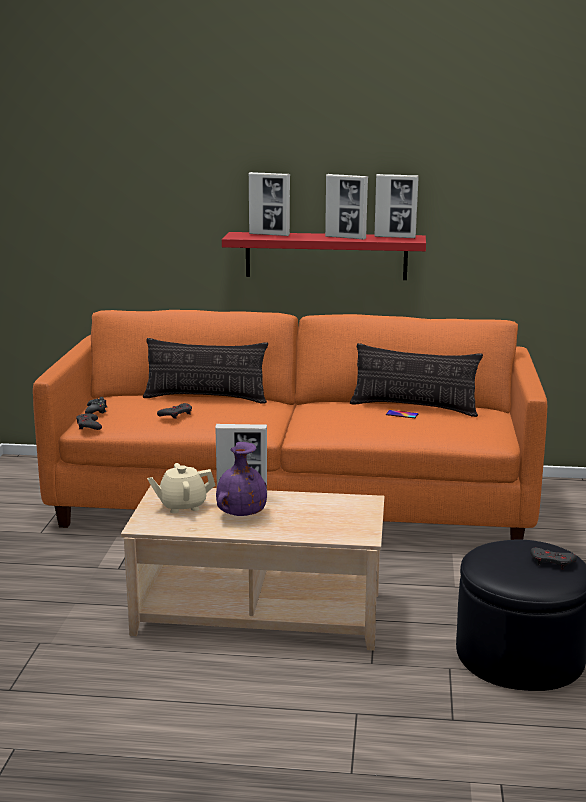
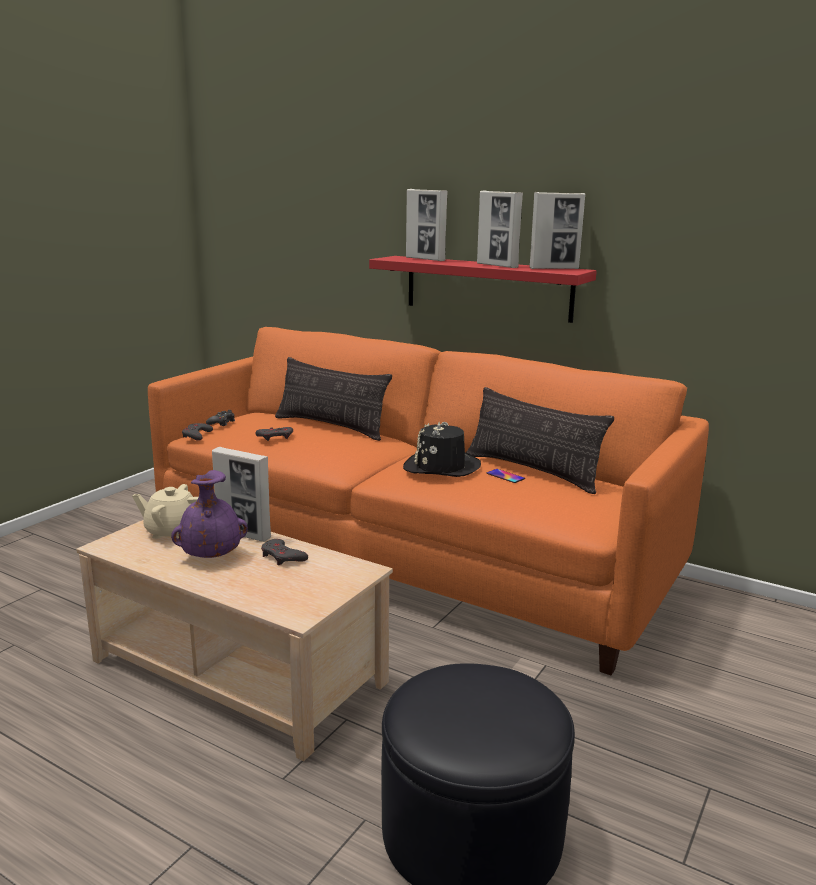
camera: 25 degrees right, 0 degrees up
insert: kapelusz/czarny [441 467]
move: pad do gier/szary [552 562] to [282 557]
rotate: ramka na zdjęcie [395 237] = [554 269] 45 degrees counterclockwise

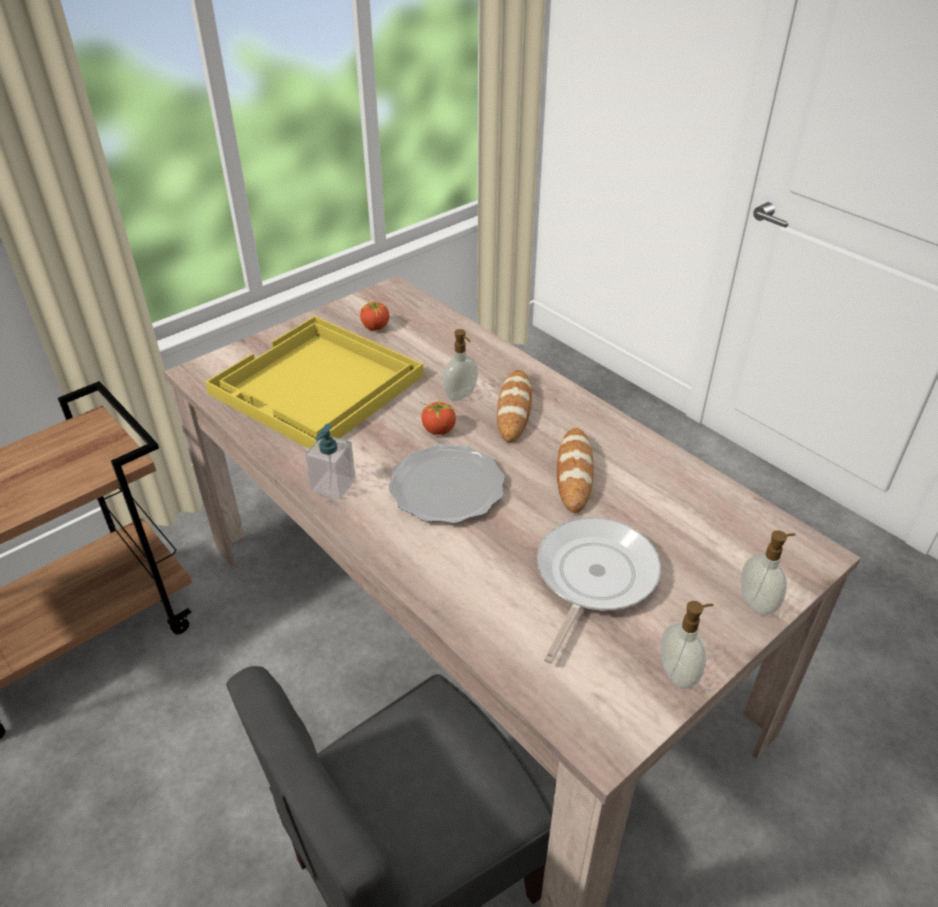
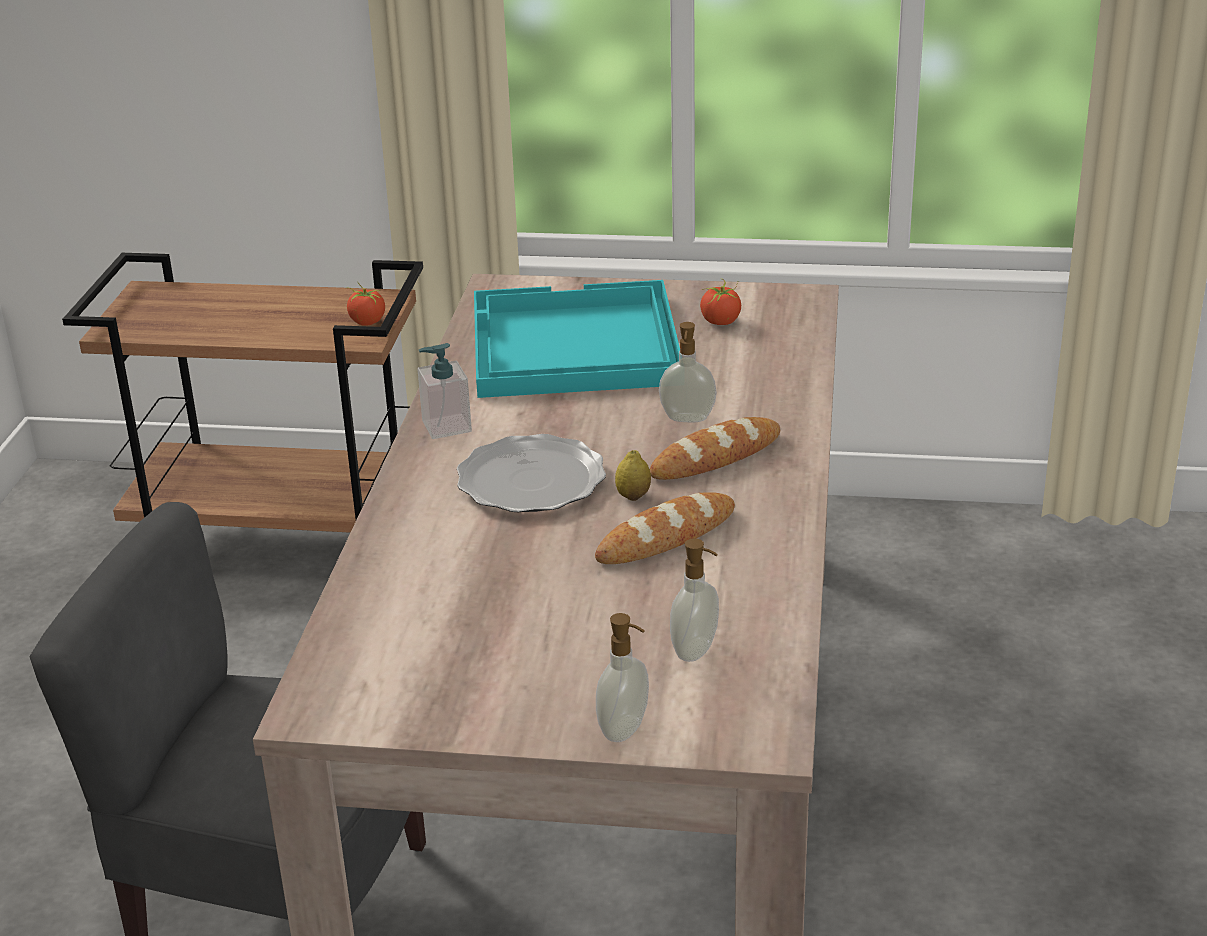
camera: 50 degrees right, 10 degrees down
delete: patelnia [592 578]
insert: cytryna [633 496]
move: pomidor [438 430] to [367 322]; dozownik mydła [678 673] to [696 651]
recolor: taca/żółty [317 386] to taca/turkusowy [573 346]

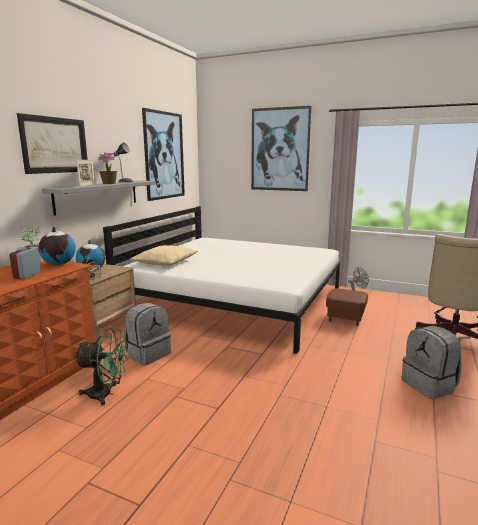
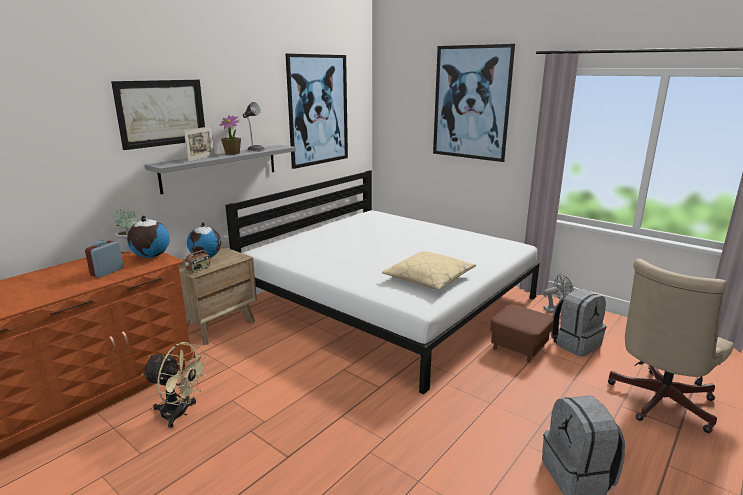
camera: 15 degrees right, 5 degrees up
move: poduszka/beżowy [165 262] to [429 278]; plecak/szary [148 354] to [575 344]
recolor: wentylator/zielony [106 394] to wentylator/beżowy [180 414]

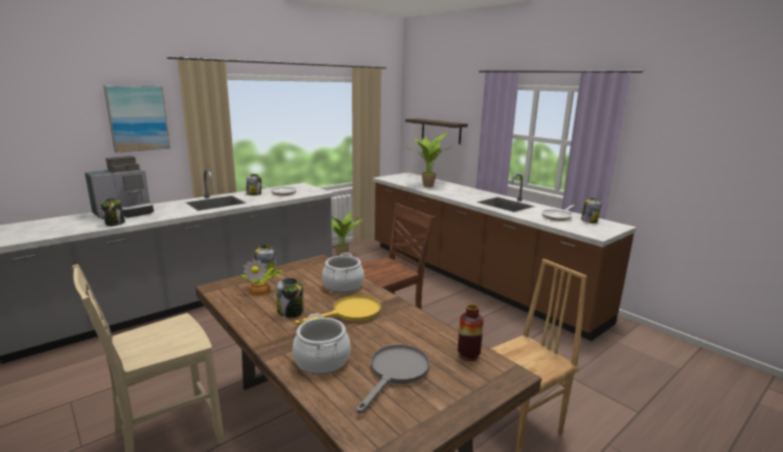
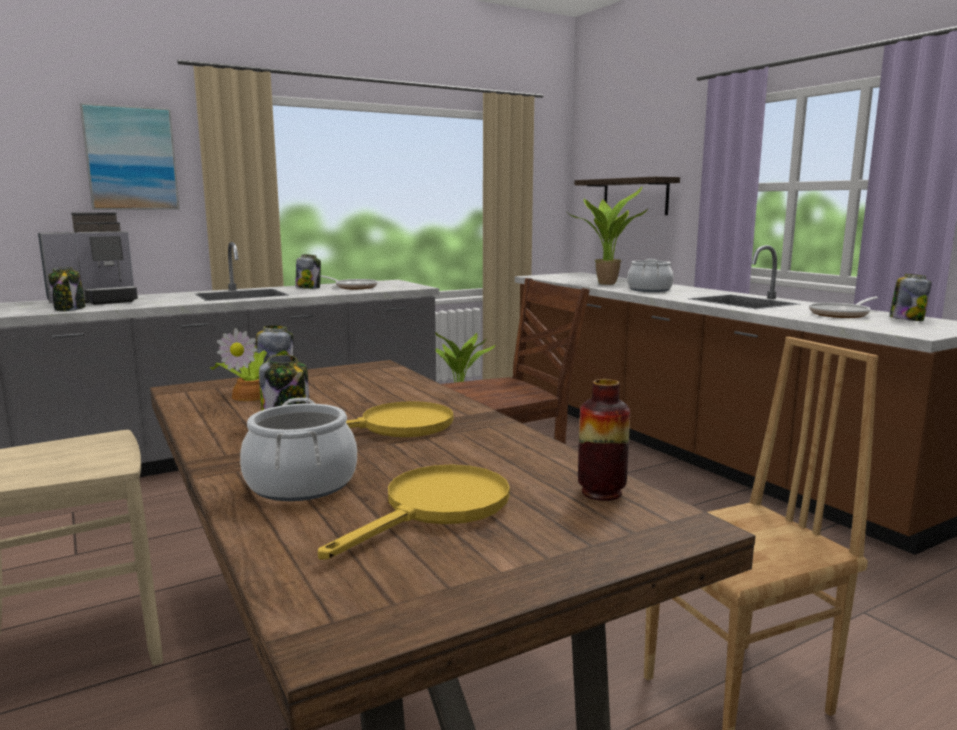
camera: 10 degrees right, 5 degrees down
move: garnek [343 285] to [649 290]
recolor: patelnia/szary [396 373] to patelnia/żółty [436 509]

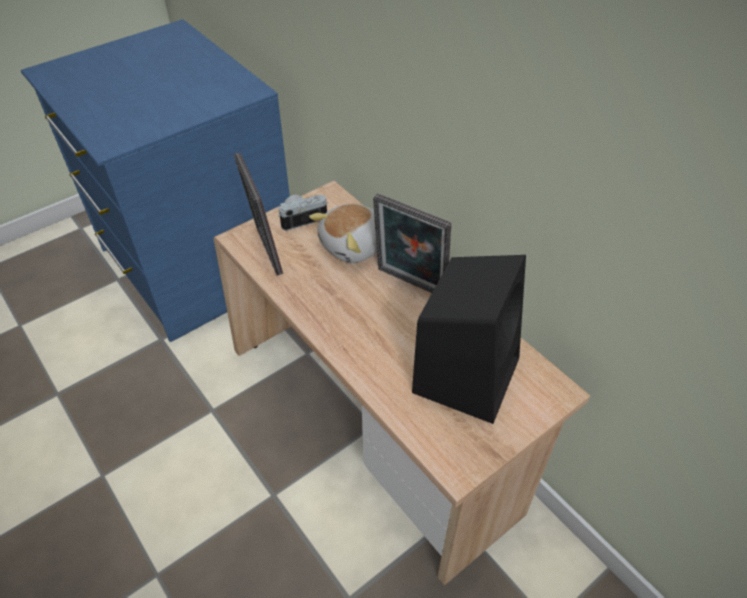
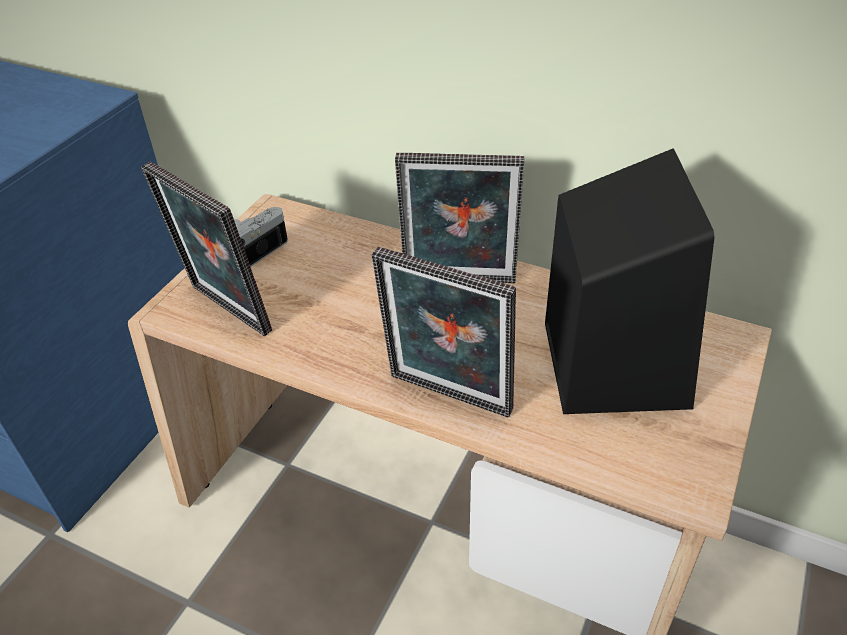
camera: 25 degrees left, 5 degrees down
delete: pluszak [354 246]
insert: ramka na zdjęcie [447 398]

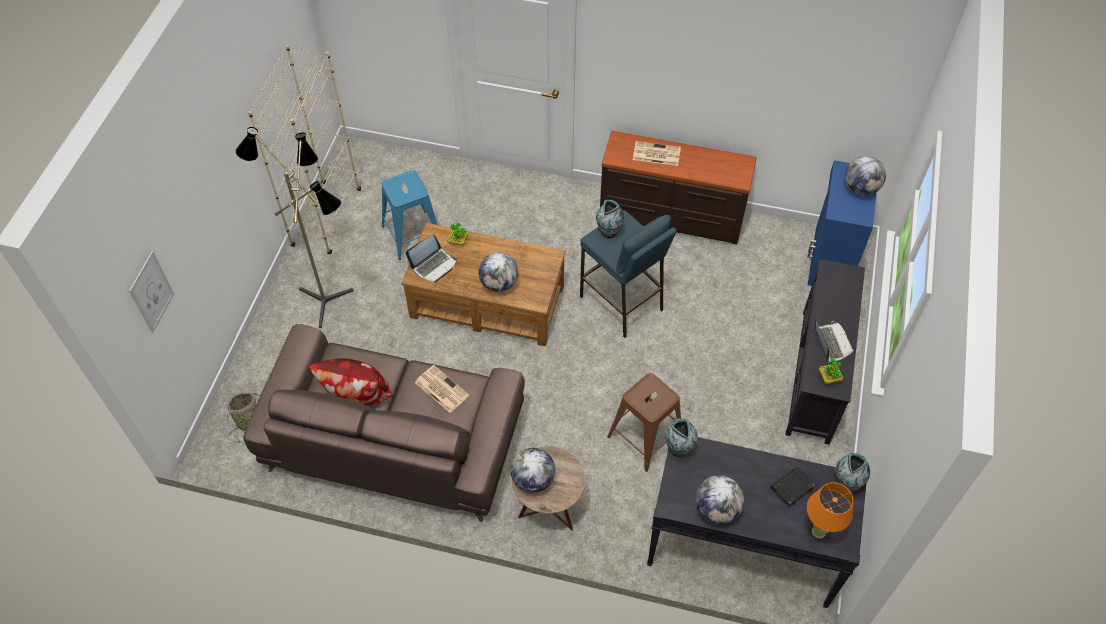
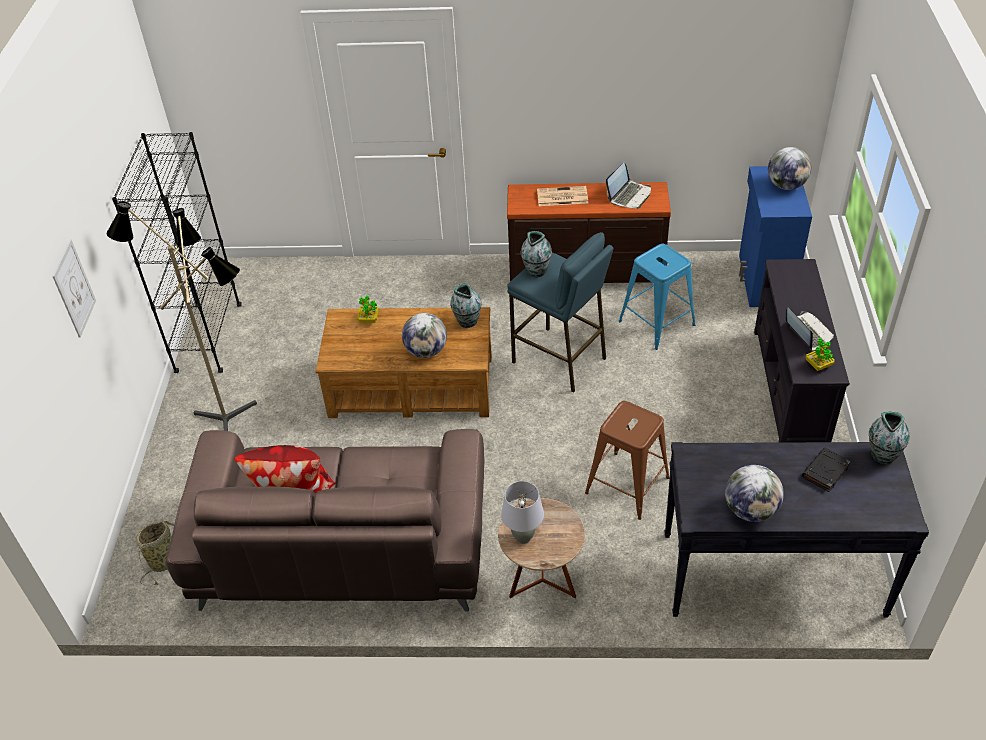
camera: 10 degrees left, 10 degrees down
delete: gazeta [441 389]; lampa stołowa/pomarańczowy [819 532]
move: stołek/niebieski [412 235] to [656 323]; laptop [434 265] to [629 195]; obraz [151 292] to [74 289]; wazon [678 448] to [467 321]
replace: globus [533 480] to lampa stołowa/szary [523 537]
recolor: regał/beżowy [326 218] to regał/czarny [208 339]

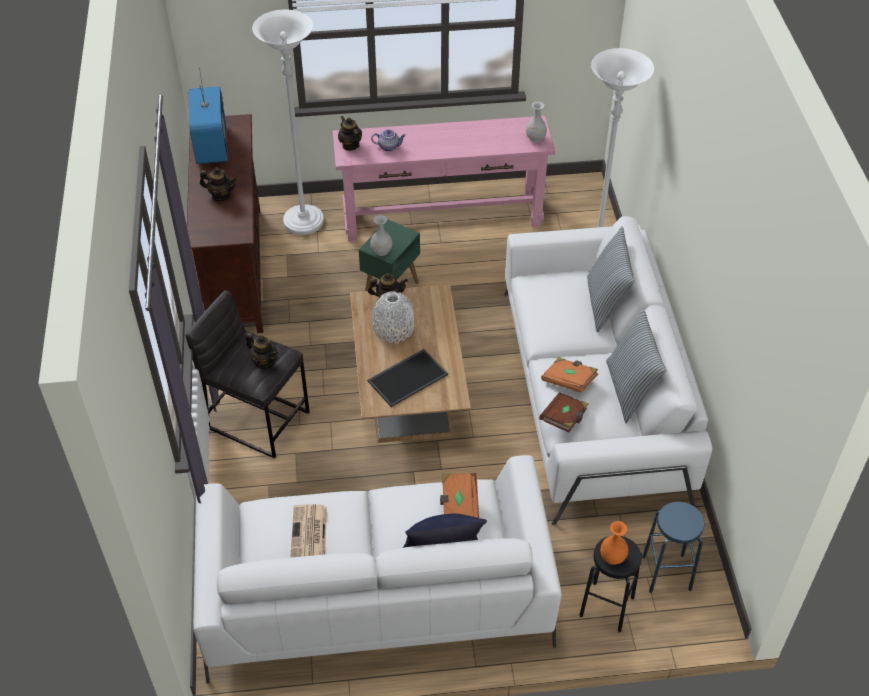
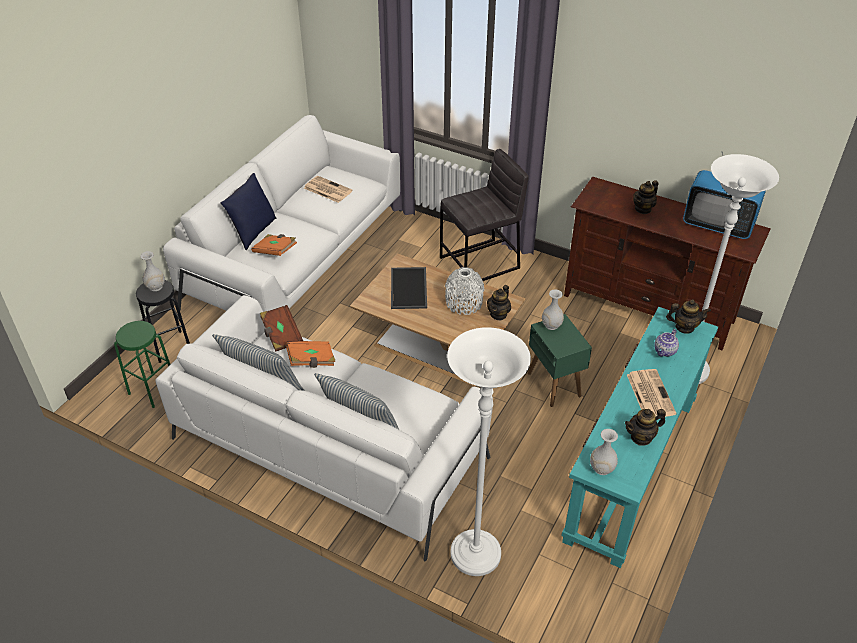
camera: 125 degrees right, 5 degrees down
insert: gazeta [650 393]
move: imbryk [264 362] to [641 437]
recolor: stolik konsolowy/różowy [442 217] to stolik konsolowy/turkusowy [630 469]; stołek/niebieski [666 573] to stołek/zielony [153 390]; wazon/pomarańczowy [612 557] to wazon/biały [156 287]

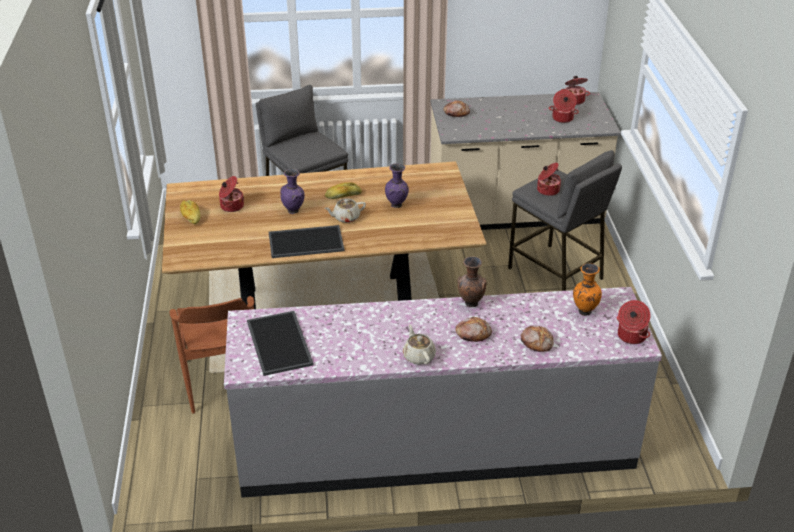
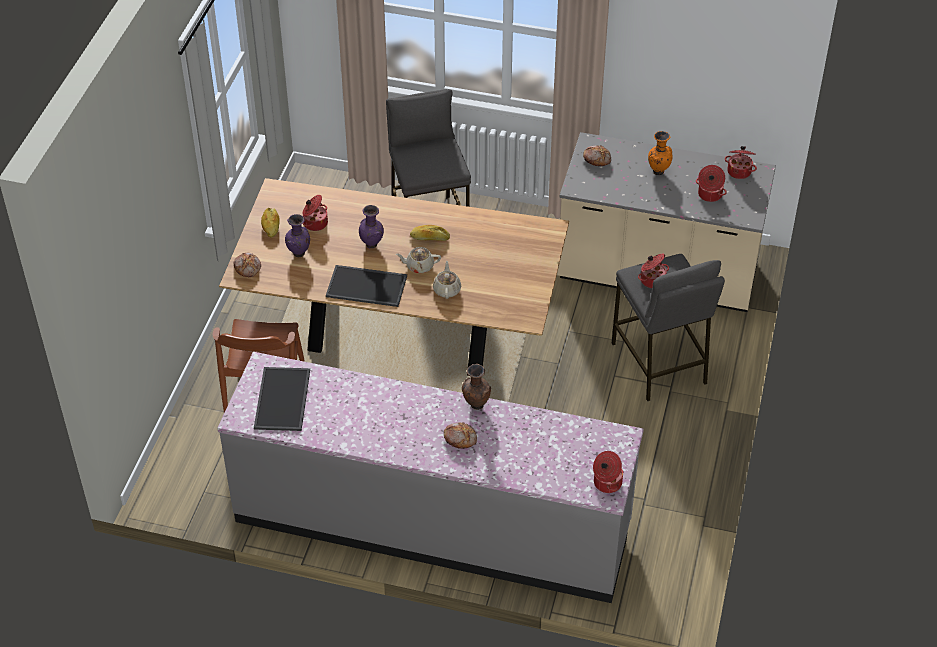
camera: 20 degrees right, 10 degrees up
move: wazon/fioletowy [397 205] to [299 254]; wazon/pomarańczowy [584 311] to [658 171]; imbryk/beżowy [418 356] to [447 289]; chleb [537 342] to [248 267]

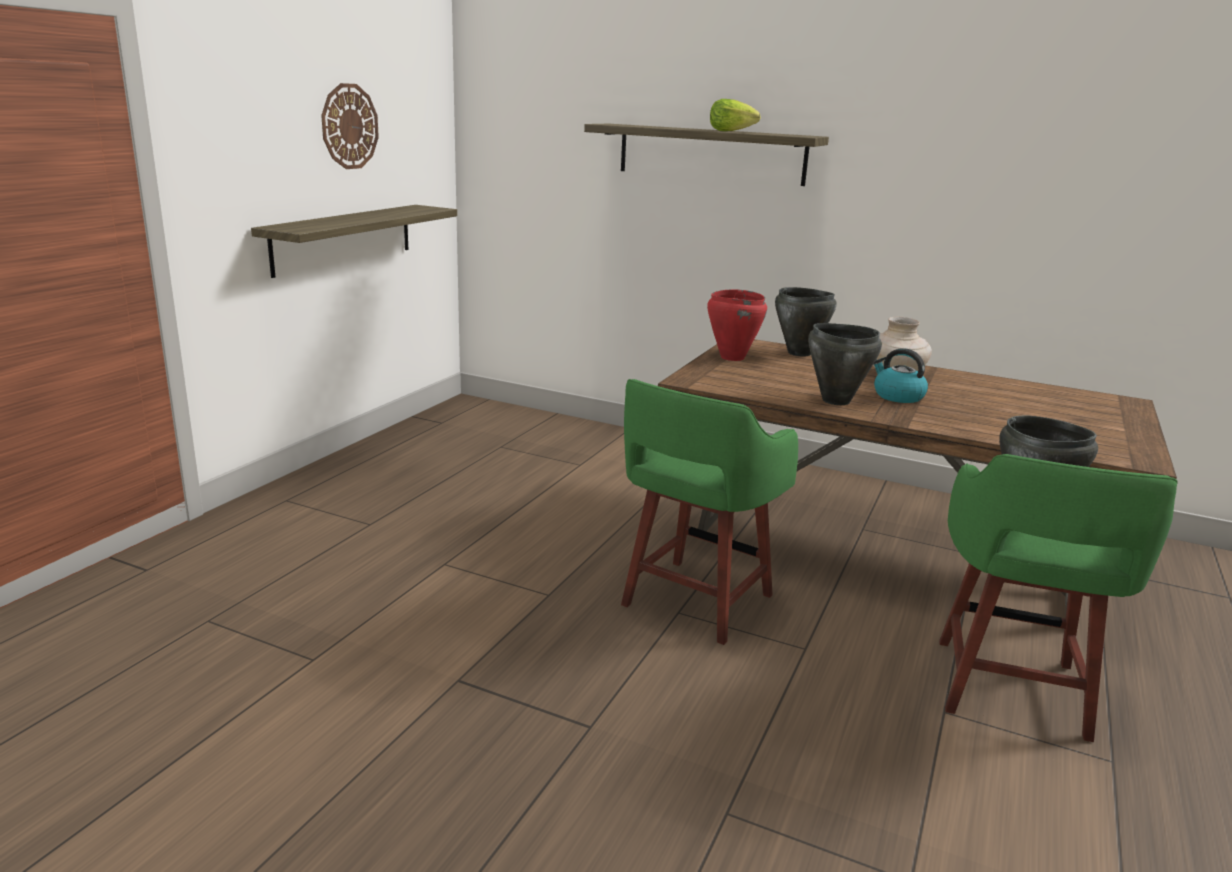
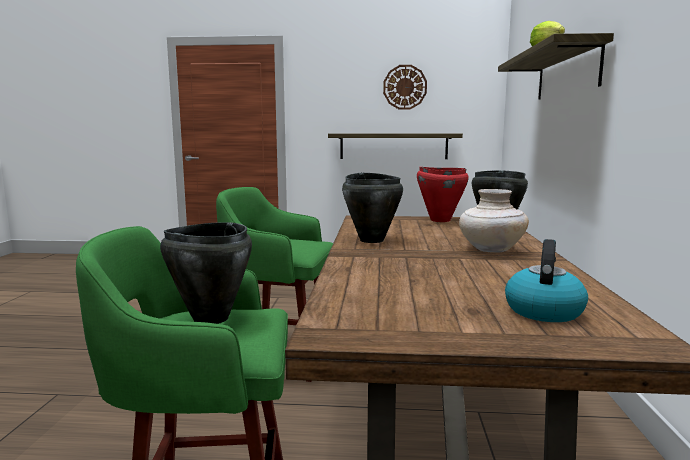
camera: 70 degrees right, 10 degrees down
move: czajnik [897 396] to [543 310]

